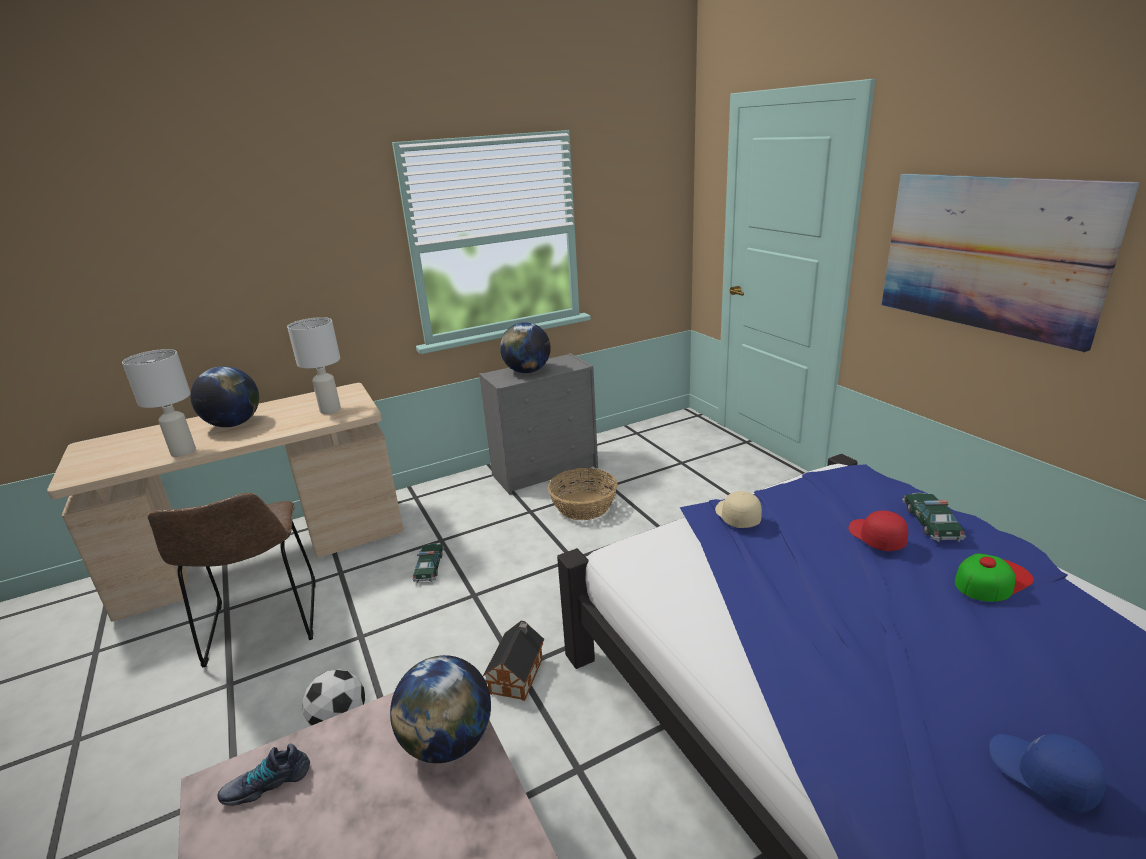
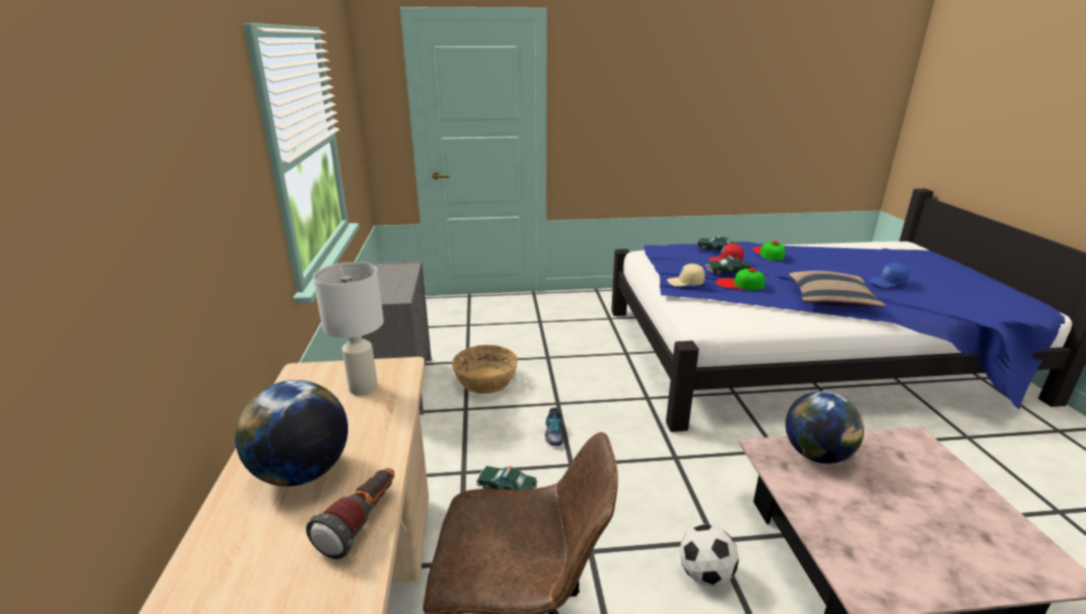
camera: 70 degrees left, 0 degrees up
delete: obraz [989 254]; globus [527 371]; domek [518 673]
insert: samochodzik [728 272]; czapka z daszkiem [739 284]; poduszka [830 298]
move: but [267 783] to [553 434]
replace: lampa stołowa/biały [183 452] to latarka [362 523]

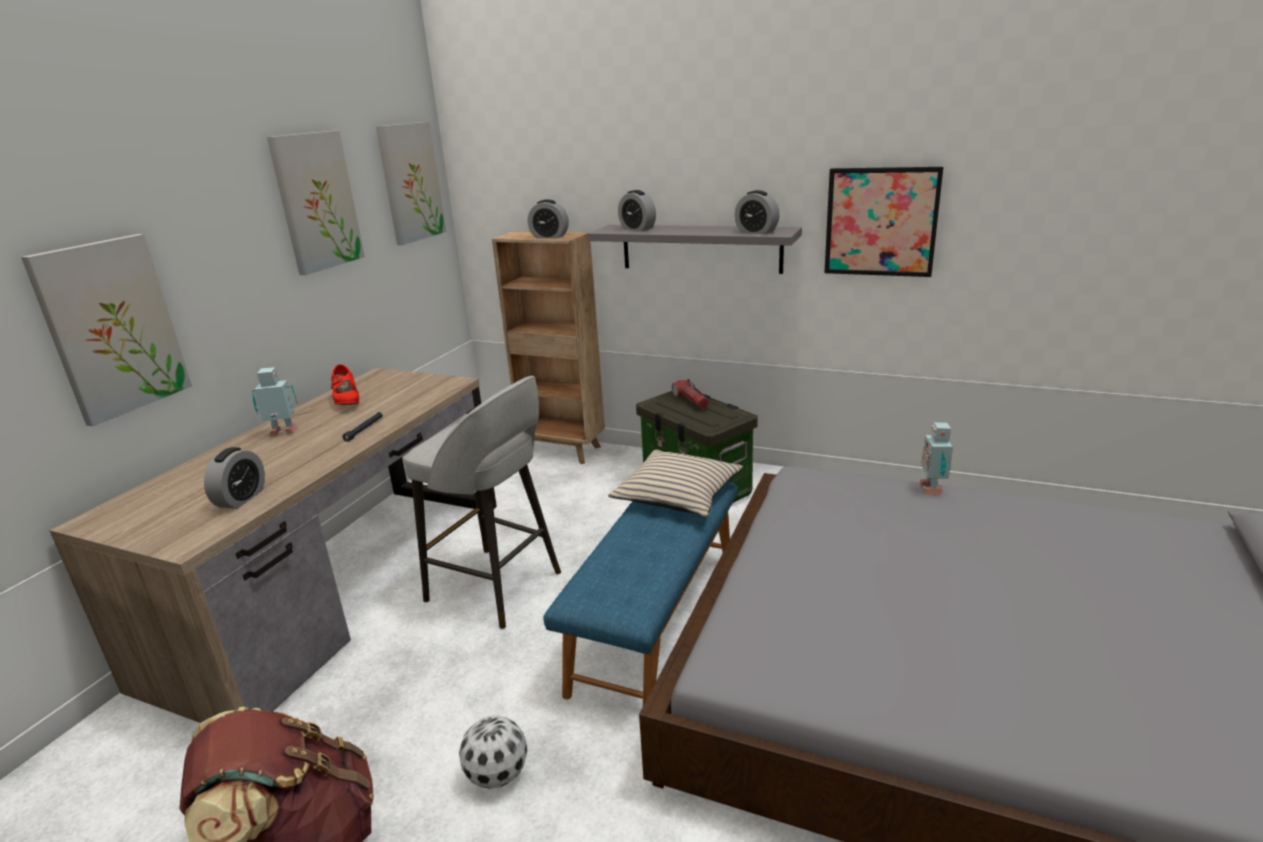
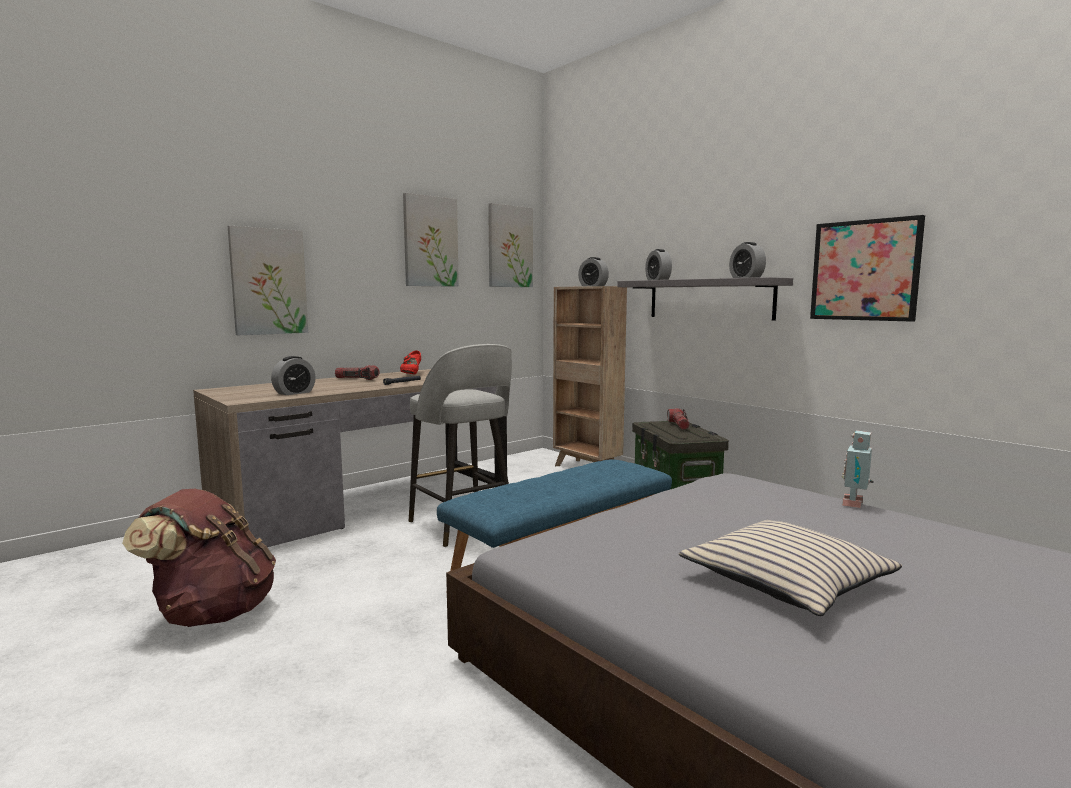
camera: 25 degrees right, 15 degrees down
delete: piłka futbolowa [496 775]
move: poduszka/beżowy [678 494] to [787 581]
replace: robot zabawkowy [284 433] to latarka [357 379]

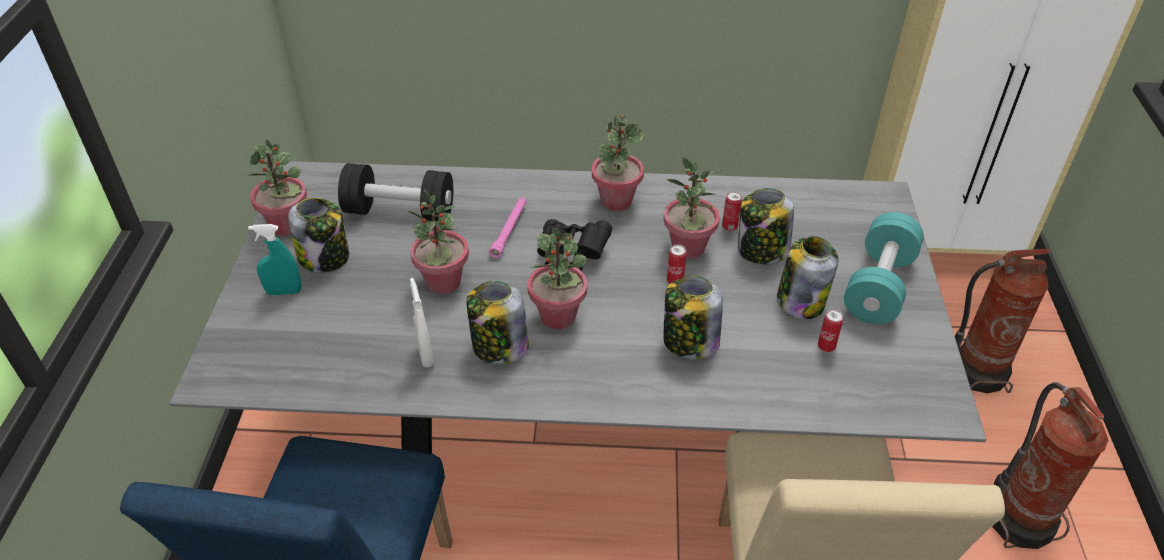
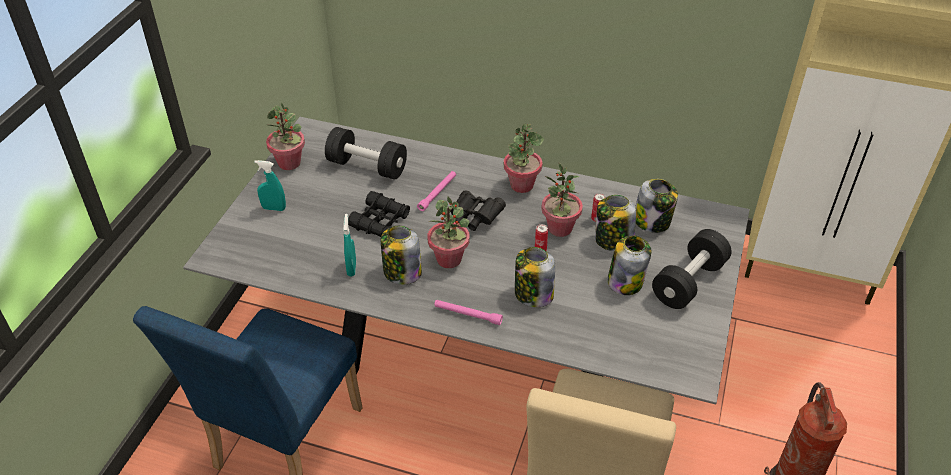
camera: 15 degrees right, 0 degrees up
delete: gaśnica [974 372]; puszka [826 346]
insert: latarka/różowy [468 315]
move: słoik [325 257] to [652 221]
replace: roślina doniczkowa [443 282] to lornetka/czarny [380 221]
recolor: hantel/turkusowy [878 286] to hantel/czarny [688 282]; spryskiwacz/biały [426 355] to spryskiwacz/turkusowy [351 268]

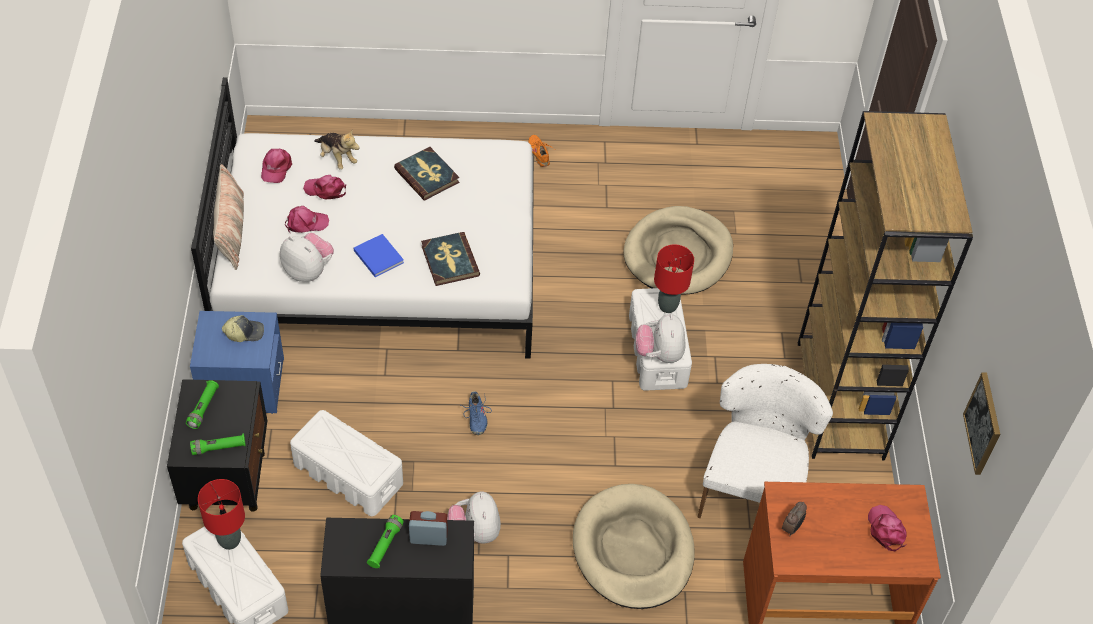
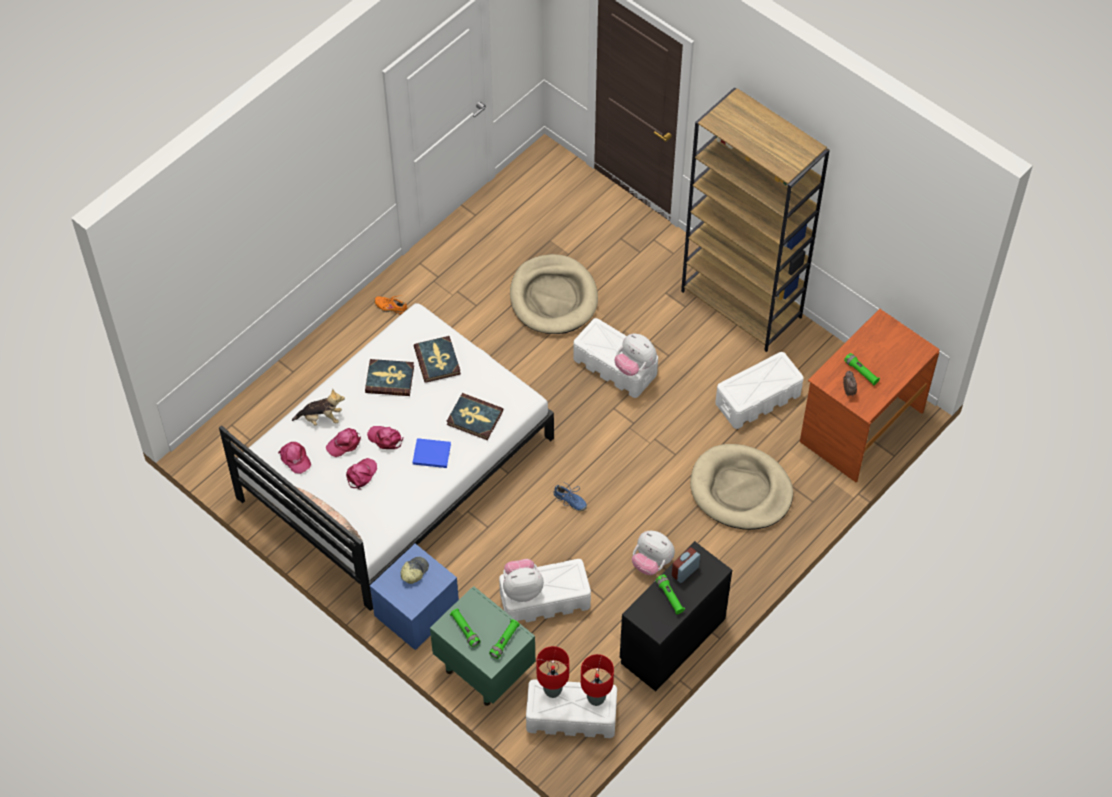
camera: 45 degrees left, 5 degrees up
delete: obraz [983 423]
insert: książka [437 360]; latarka/zielony [861 372]
move: pluszak [308 271] to [522 588]; lampa stołowa/czerwony [668 306] to [596 698]; czapka z daszkiem/różowy [886 530] to [385 438]
replace: krzesło/biały [752 490] to pojemnik do przechowywania/biały [758 399]
recolor: szafka nocna/czarny [227 479] to szafka nocna/zielony [483 669]

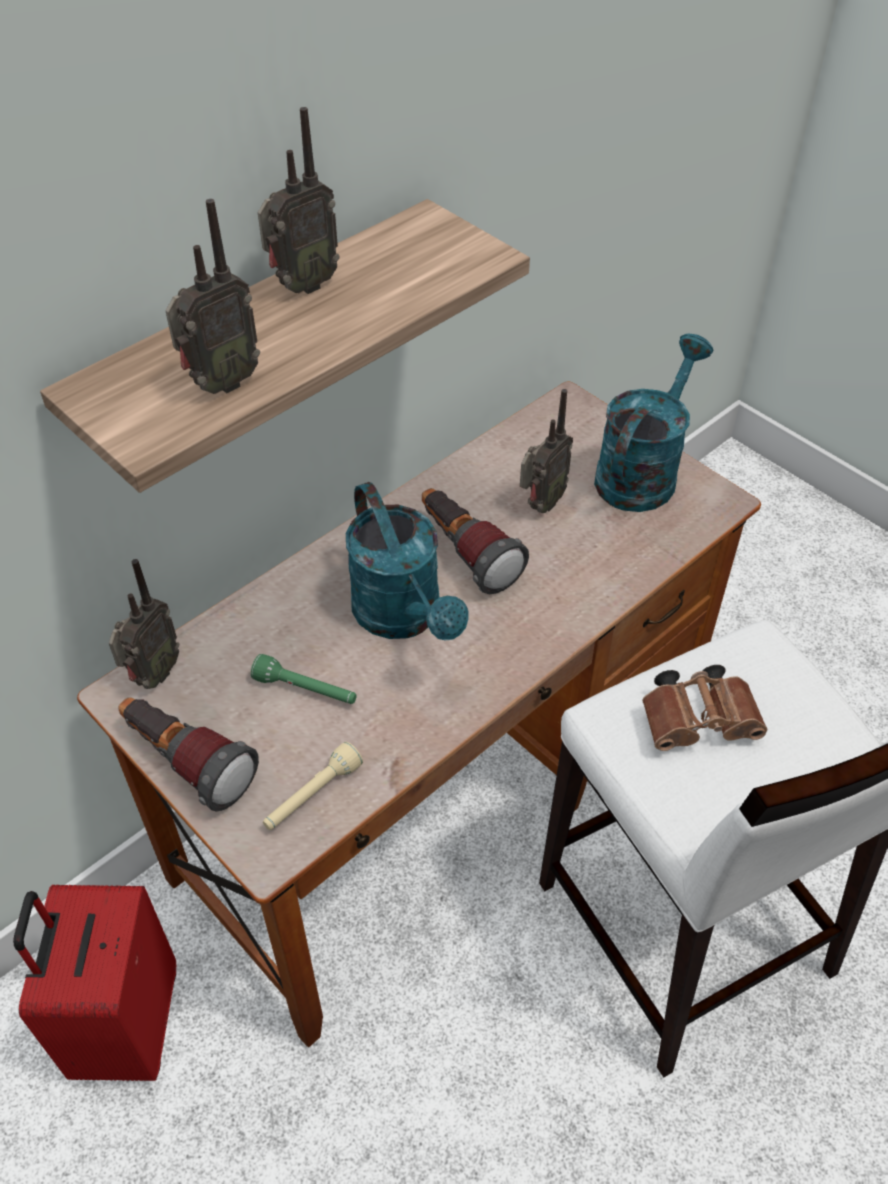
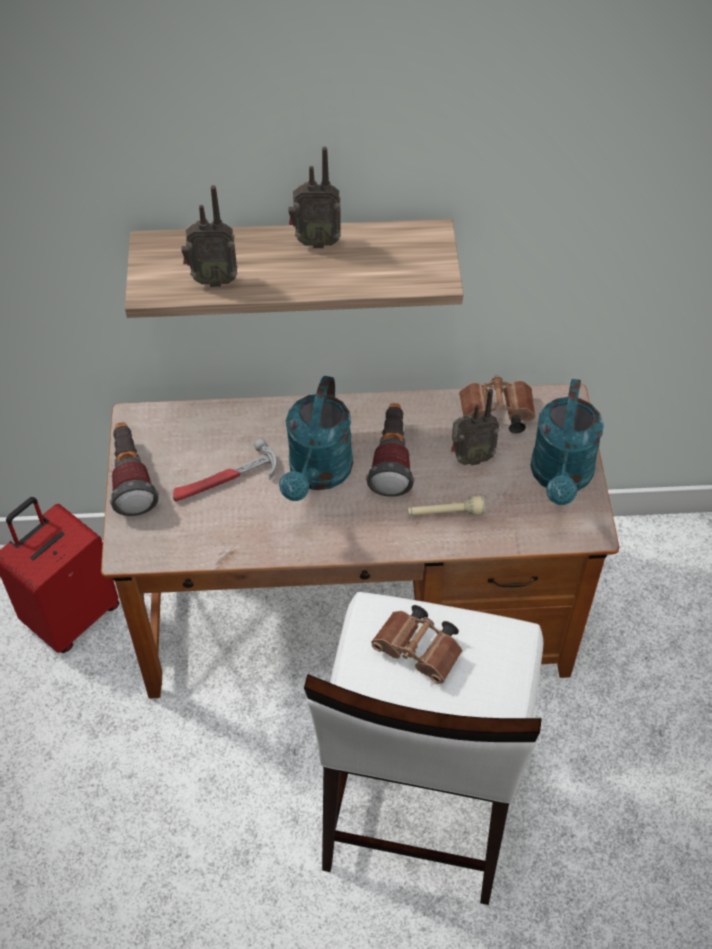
camera: 40 degrees right, 5 degrees up
delete: radio [152 676]
insert: lornetka/brązowy [494 415]
move: latarka/beżowy [312 796] to [444 513]
replace: latarka/zielony [306 690] to młotek [225 480]
rotate: konewka/turkusowy [642 471] = [561 477] 120 degrees clockwise

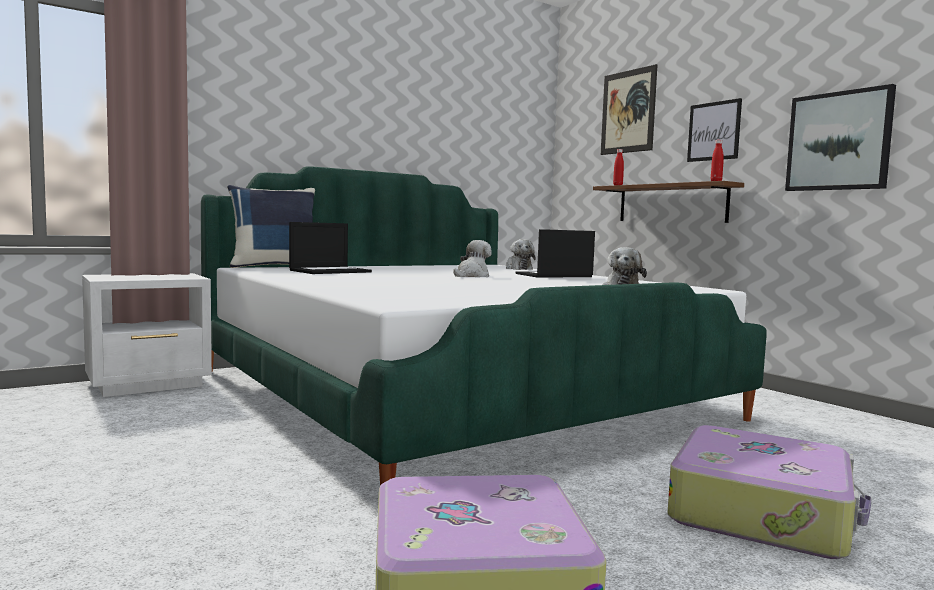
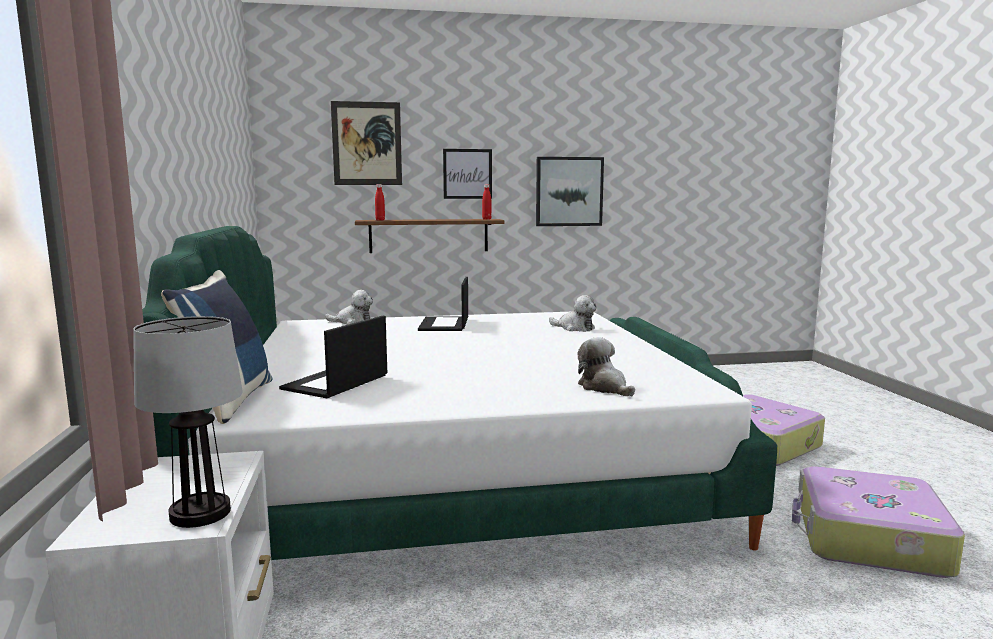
camera: 65 degrees left, 5 degrees up
insert: lampa stołowa [201 513]
move: pluszak [472 276] to [604 387]
rotate: laptop [330 271] = [335 383] 135 degrees counterclockwise

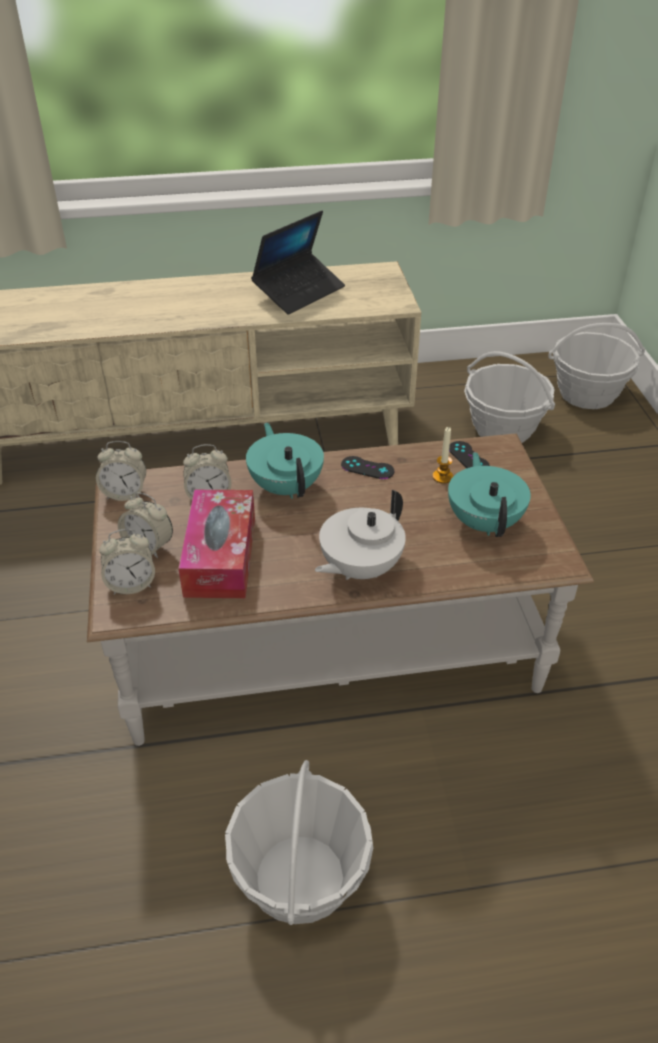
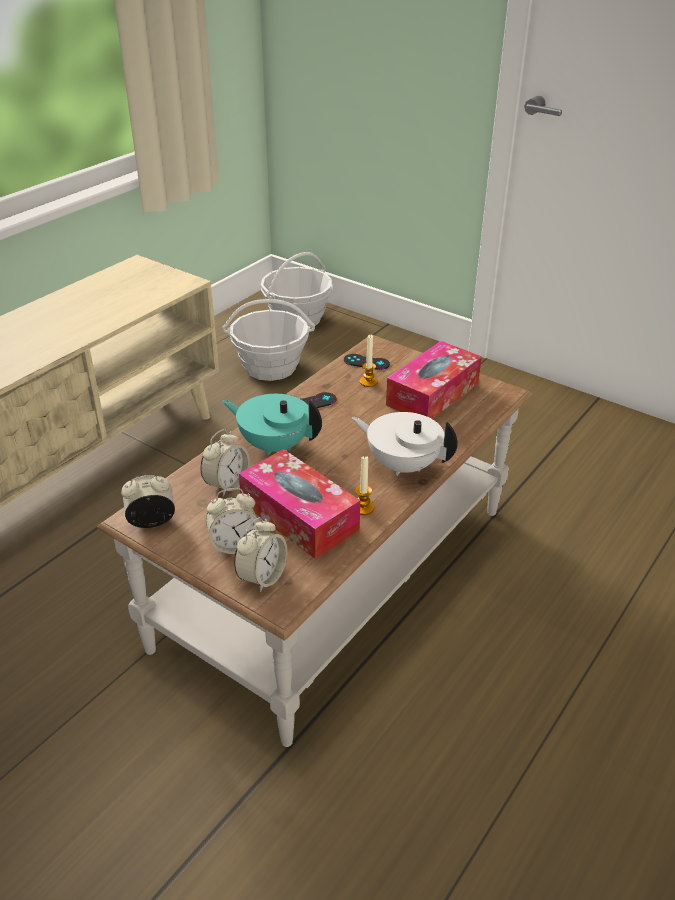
camera: 45 degrees left, 5 degrees down
delete: laptop [299 291]; koszyk [300 877]
insert: świeca [363 508]
replace: imbryk/turkusowy [484 522] to pudełko chusteczek [433 394]
rotate: budzik [125 493] = [152 522] 150 degrees counterclockwise; imbryk/biały [359 568] = [402 465] 120 degrees clockwise

